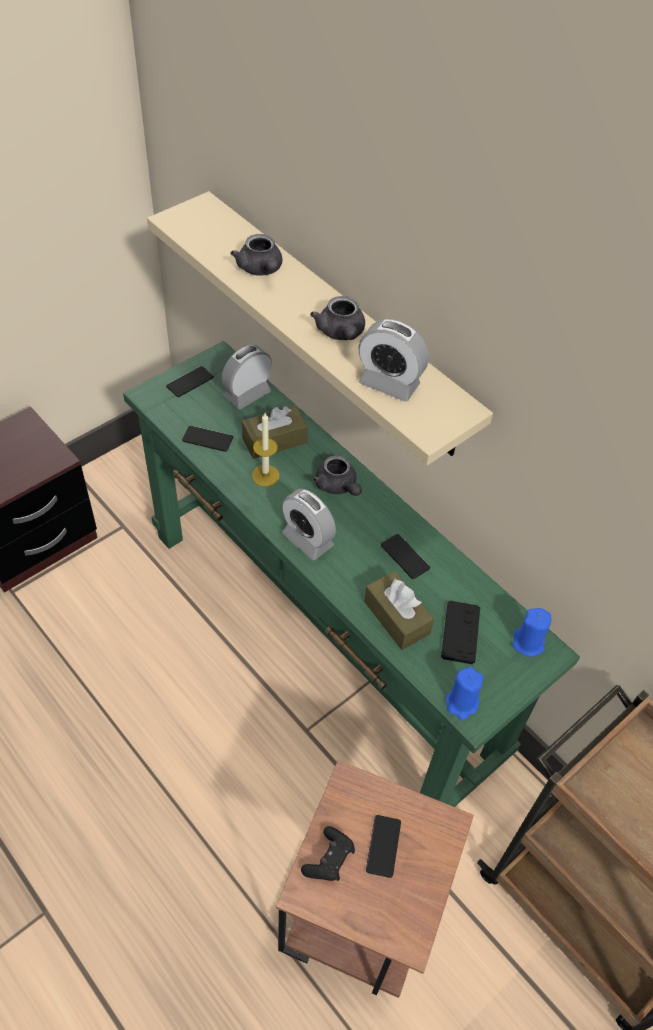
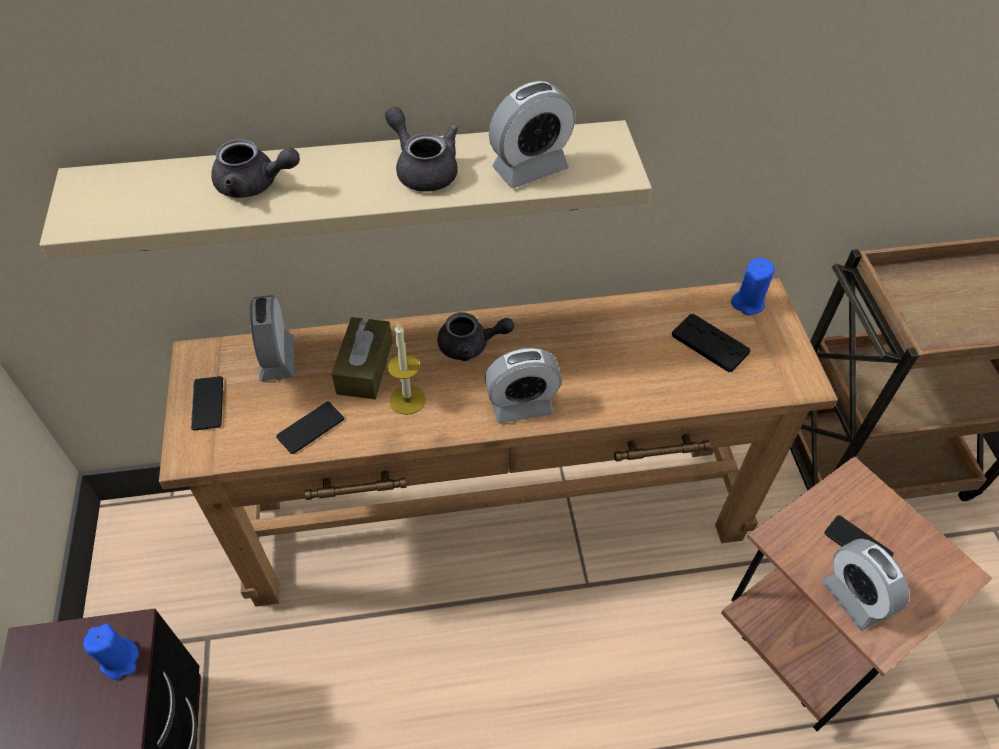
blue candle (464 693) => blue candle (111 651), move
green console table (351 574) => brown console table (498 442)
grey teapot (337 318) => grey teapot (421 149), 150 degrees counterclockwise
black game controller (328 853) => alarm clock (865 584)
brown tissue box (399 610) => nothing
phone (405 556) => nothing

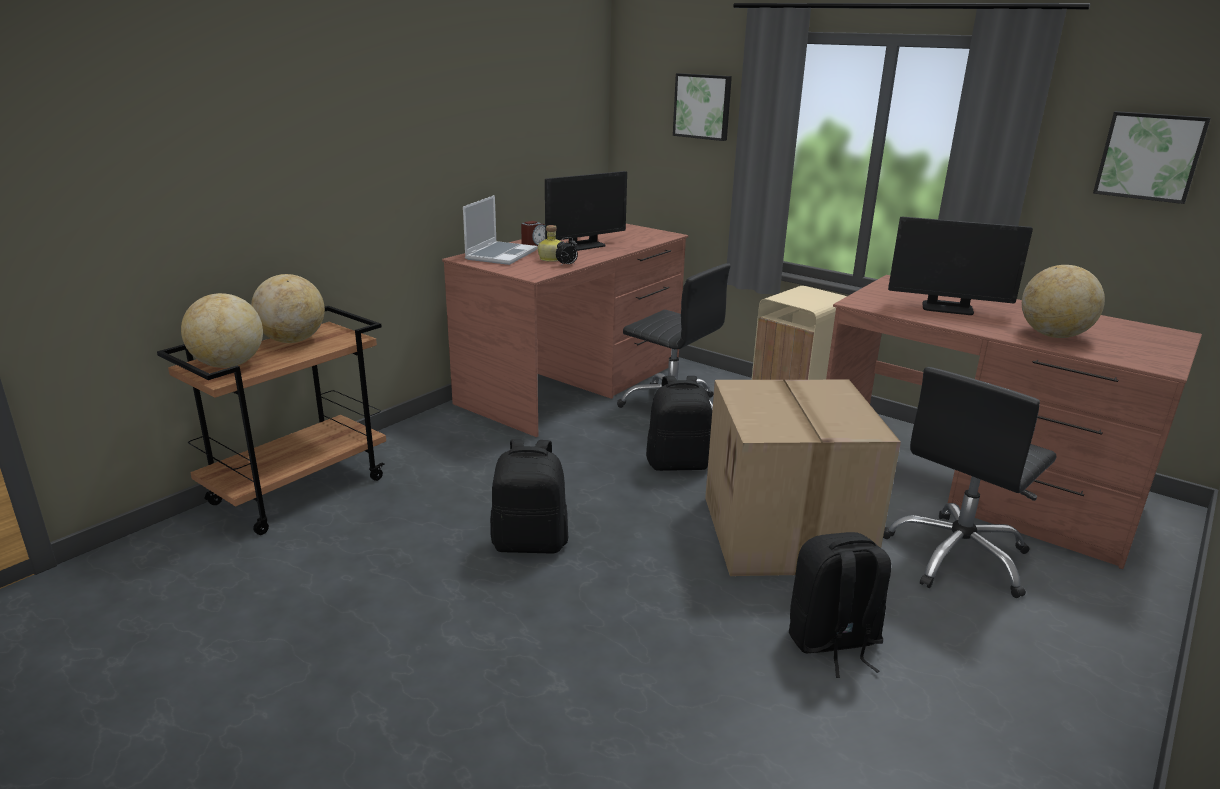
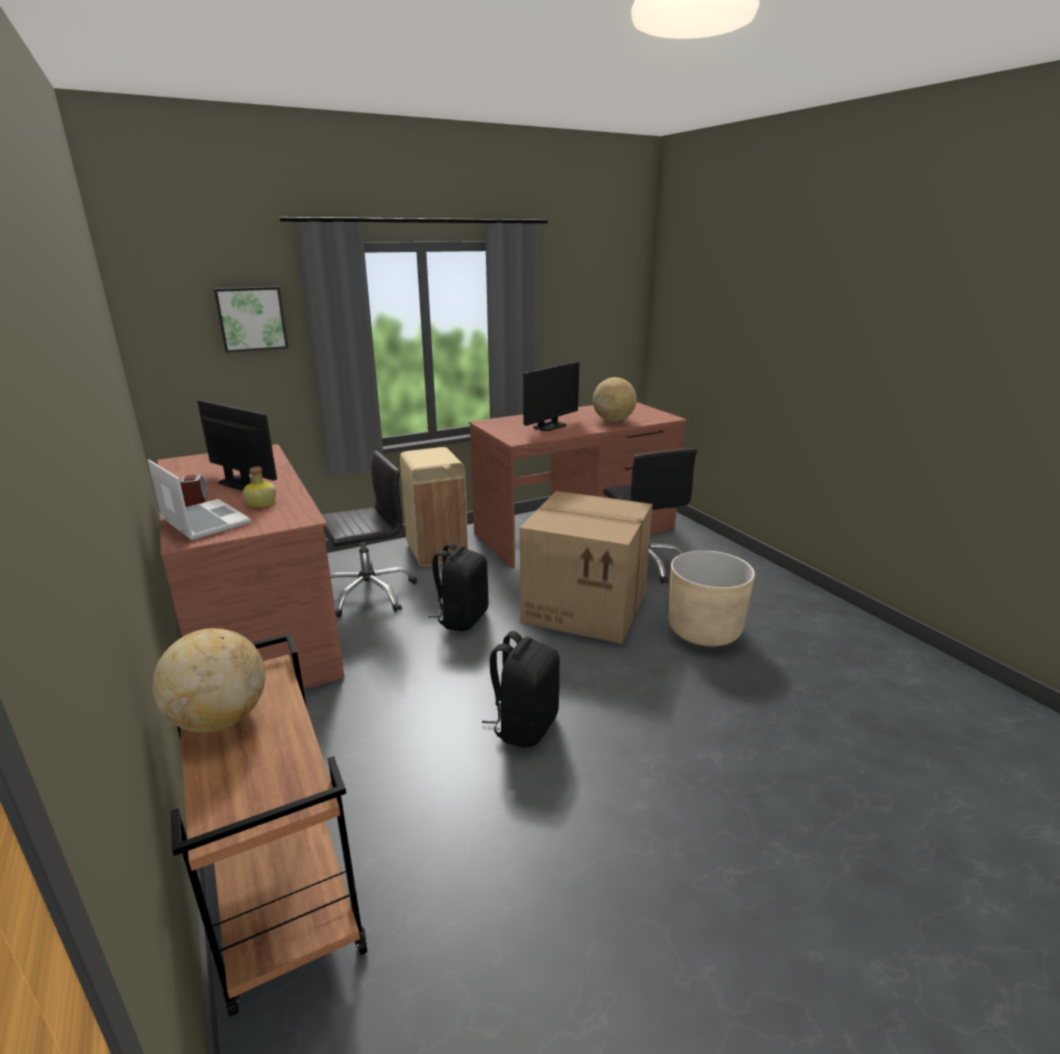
monitor (586 211) => monitor (237 445), 45 degrees counterclockwise
black backpack (840 605) => beige planter (712 598)
globe (222 330) => nothing
alarm clock (567 251) => nothing
picture (1152 157) => nothing

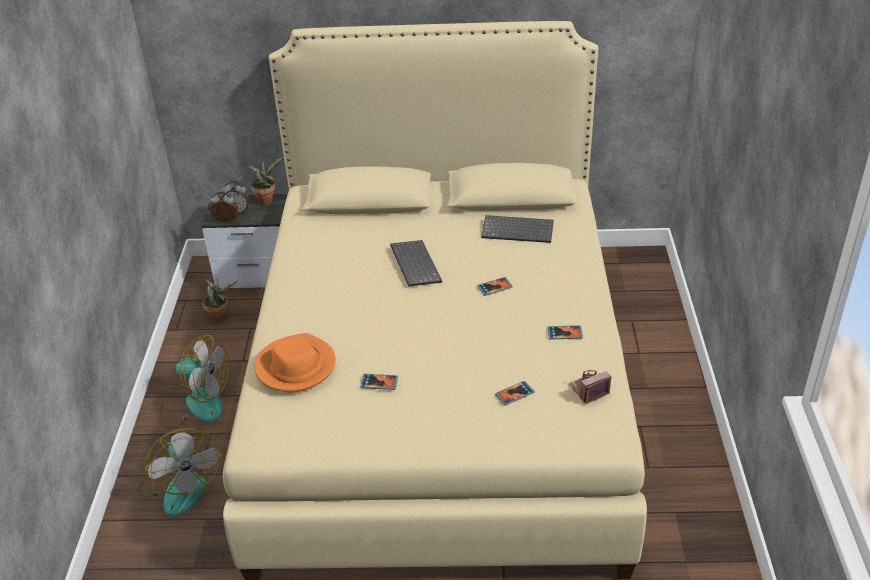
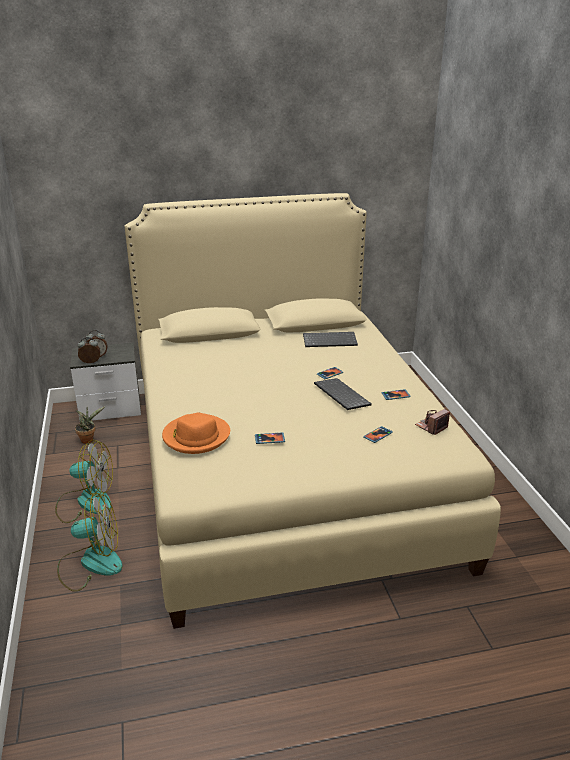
fan (179 472) => fan (90 542), 60 degrees counterclockwise
keyboard (416 263) => keyboard (343 394), move
potted plant (265 180) => nothing

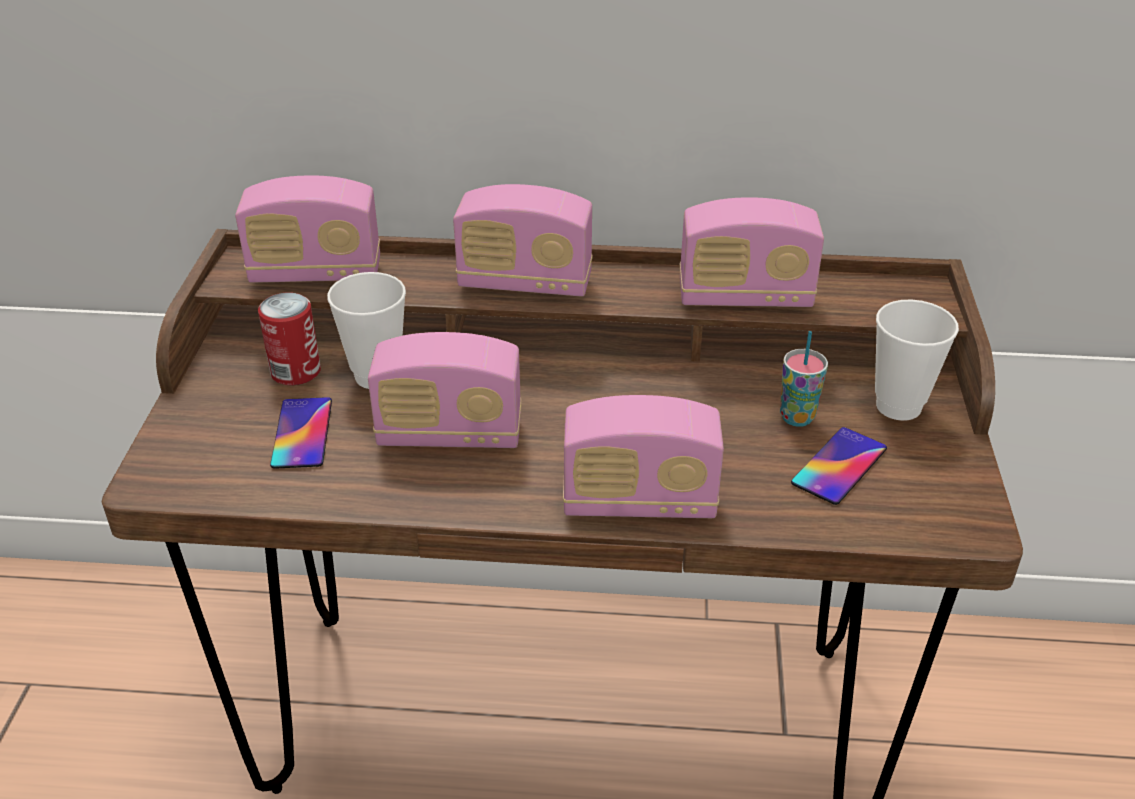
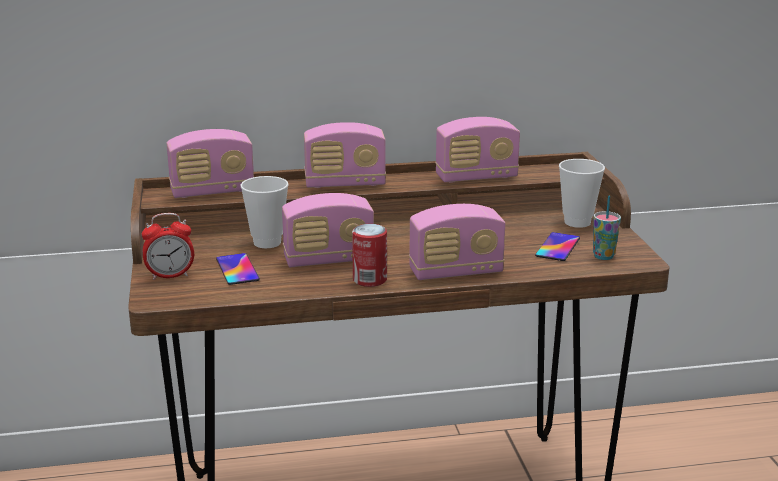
nothing => alarm clock (168 246)
can (289 338) => can (369 255), move
cup (804 379) => cup (607 228), move

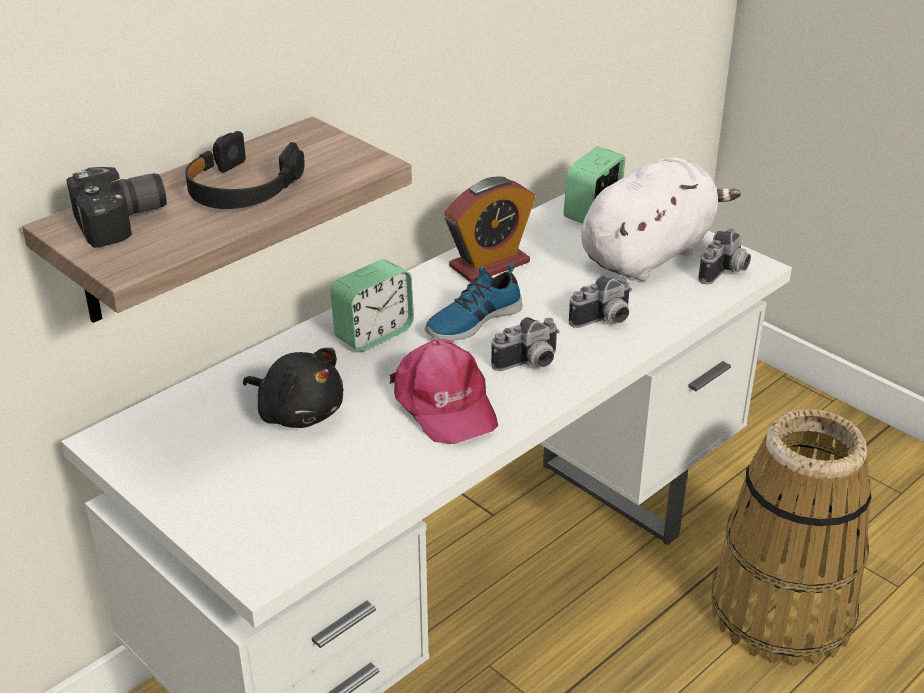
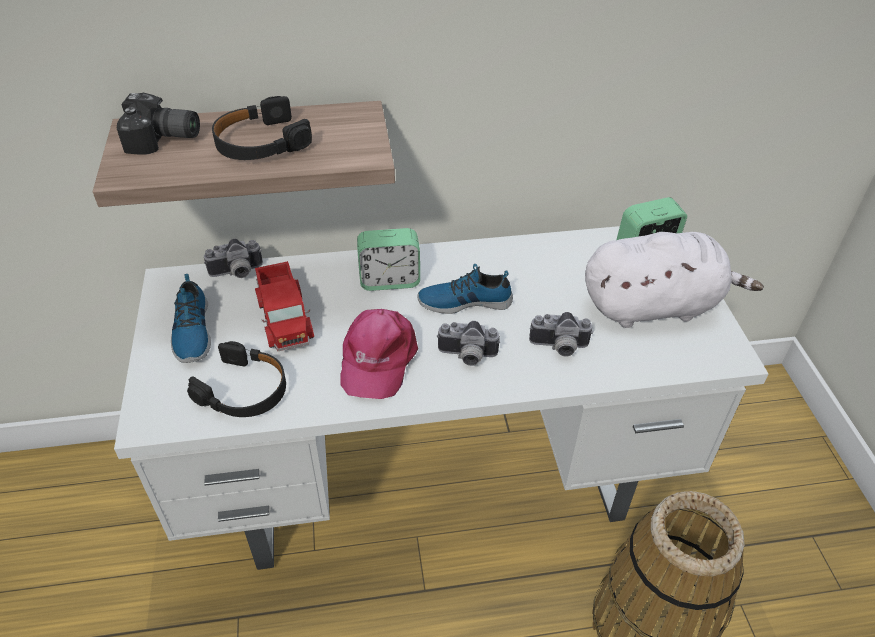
nothing => shoe (191 318)
nothing => black headphones (236 379)
photo camera (724 256) => photo camera (233 258), move
black plush toy (293 388) => toy truck (284 306)
alarm clock (490 229) => nothing

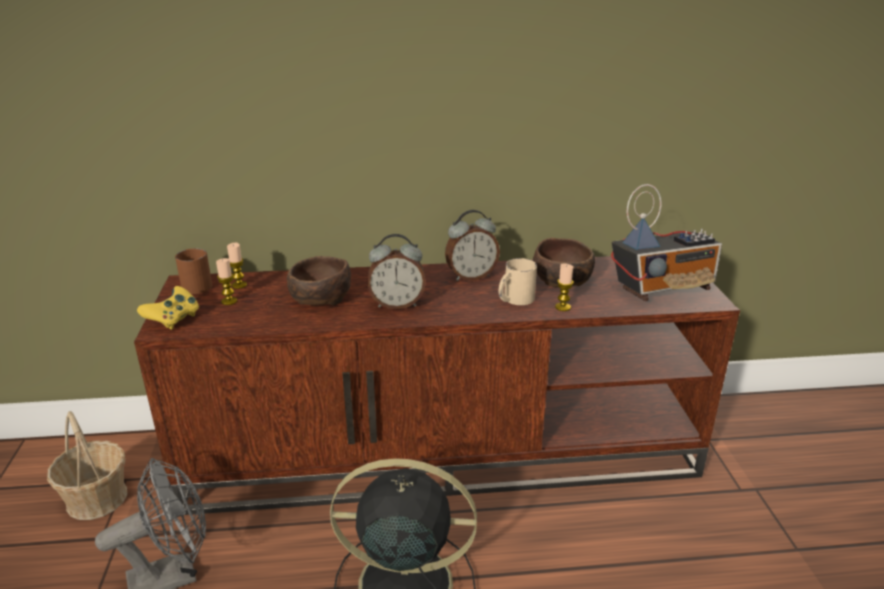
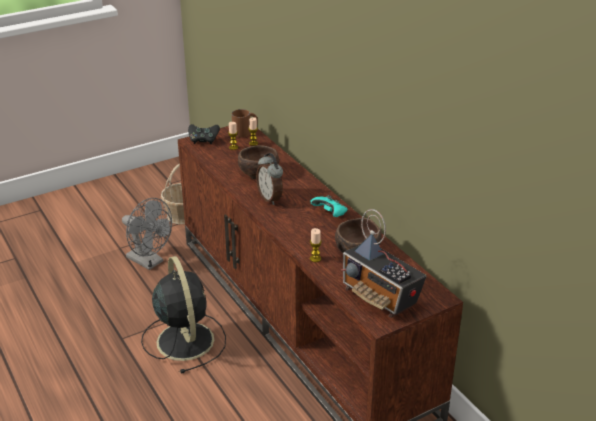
yellow game controller (168 308) => black game controller (204 134)
alarm clock (472 245) => turquoise game controller (329 206)
beige mug (518 281) => nothing

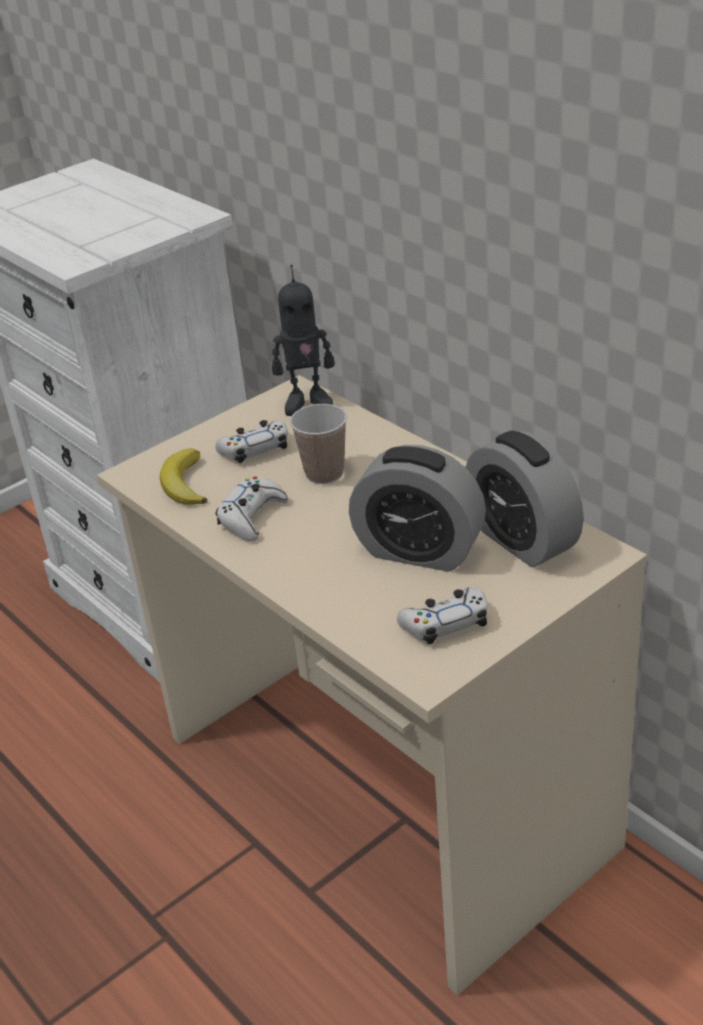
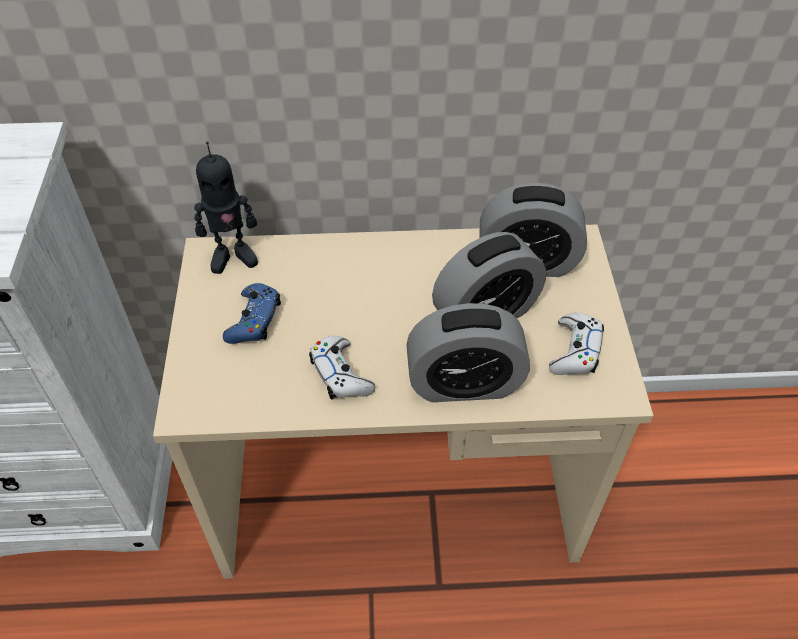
toy robot (303 340) => toy robot (226 207), 45 degrees clockwise
white game controller (251 441) => blue game controller (252 313)
nothing => alarm clock (468 352)
banana (183 476) => nothing
cup (318 444) => nothing

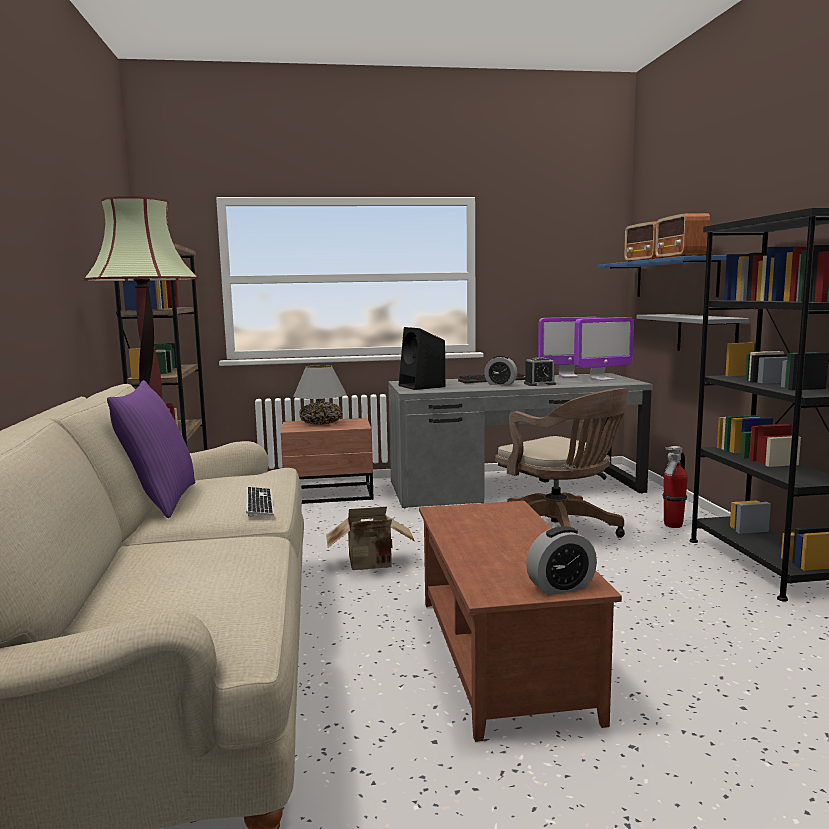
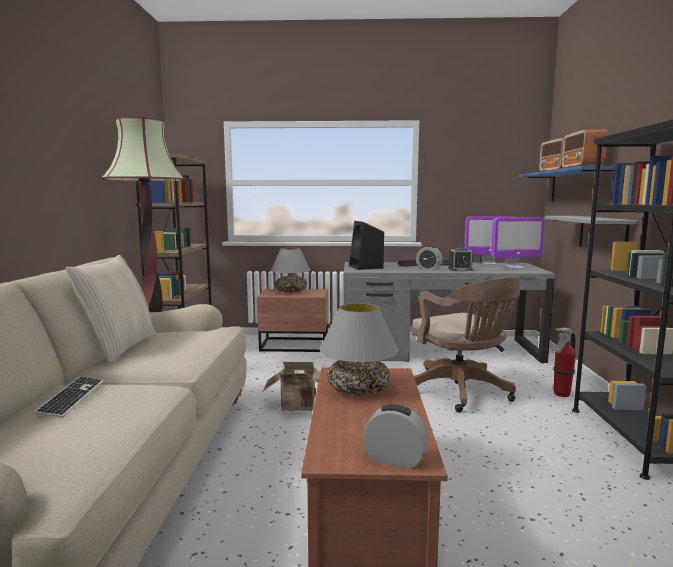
keyboard (260 502) => keyboard (69 397), move
purple pillow (151 449) => beige pillow (110 309)
nothing => grey table lamp (359 349)
alarm clock (561 560) => alarm clock (395 436), 150 degrees counterclockwise

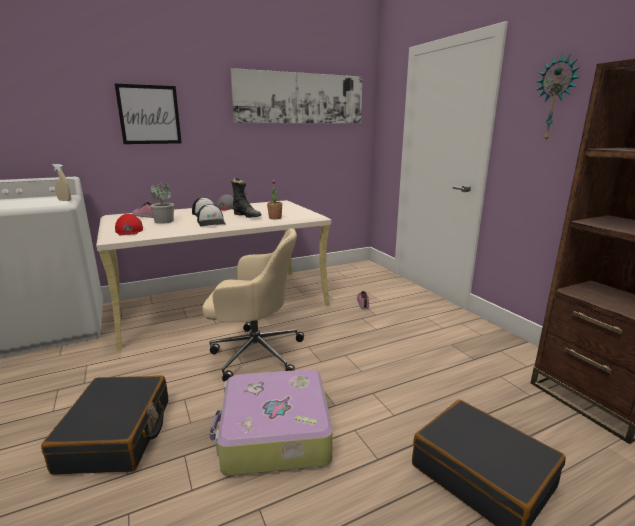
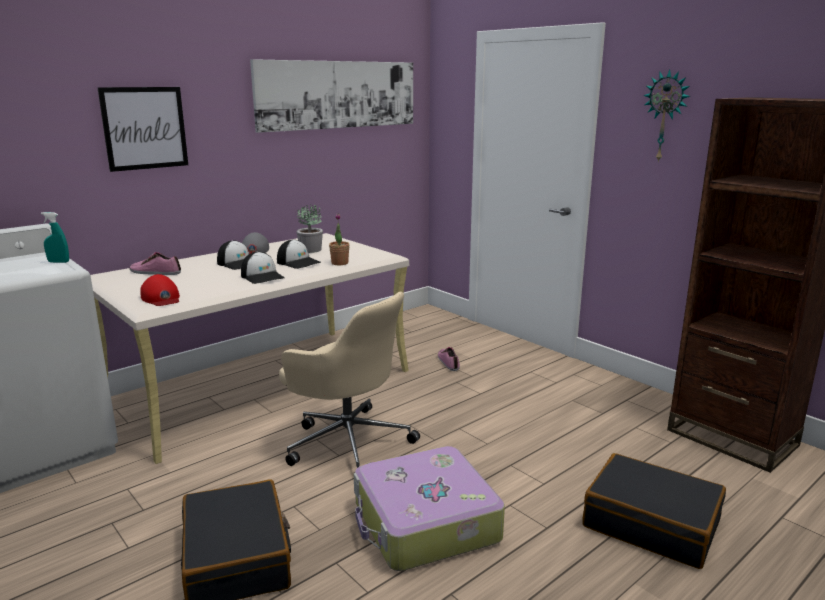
beige spray bottle (61 182) => turquoise spray bottle (55 237)
black boot (246 198) => cap (299 254)
beige office chair (253 305) => beige office chair (349 380), 45 degrees clockwise
potted plant (162 203) => potted plant (310 228), move

